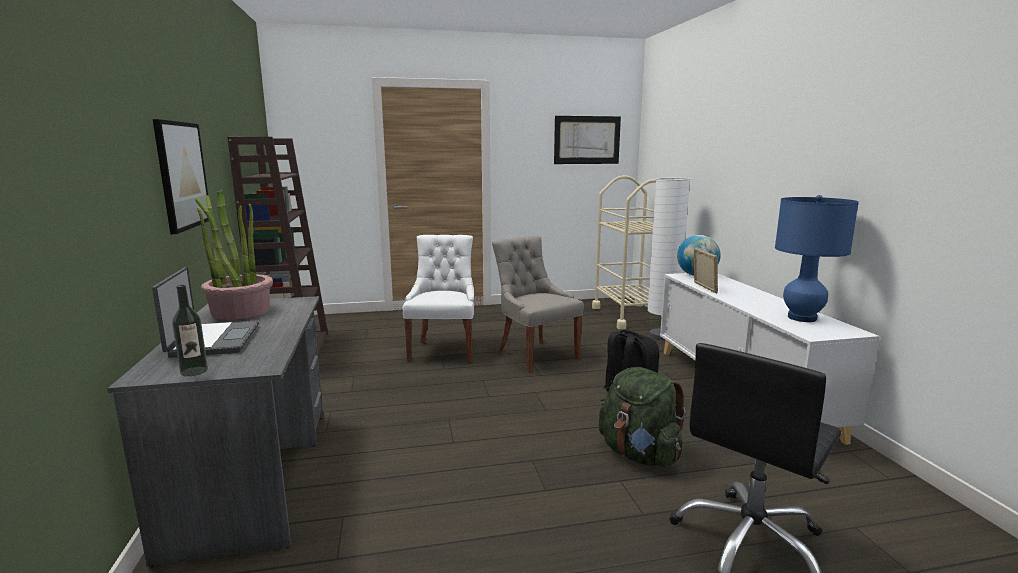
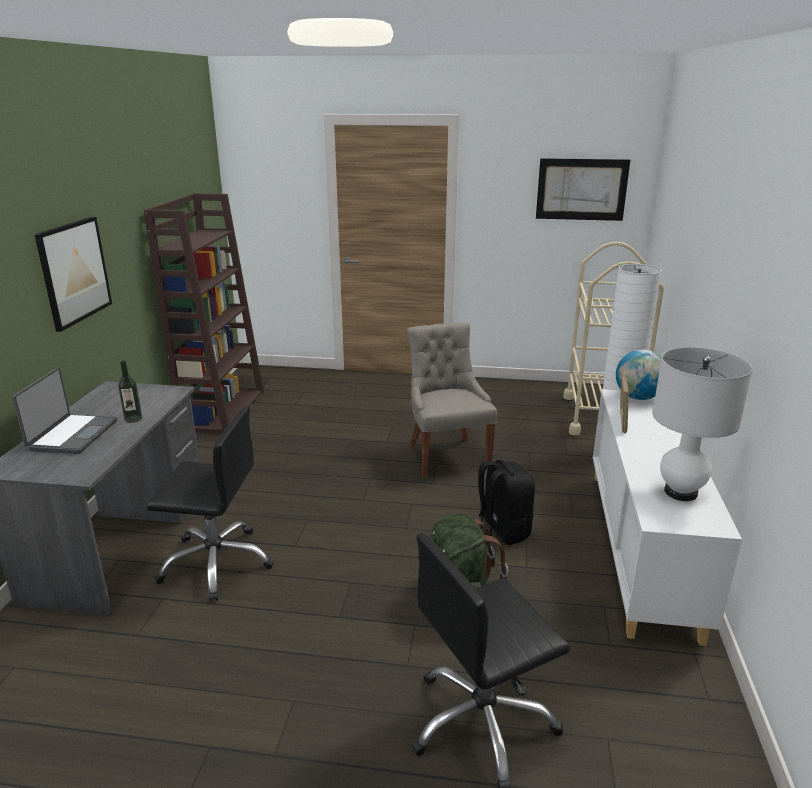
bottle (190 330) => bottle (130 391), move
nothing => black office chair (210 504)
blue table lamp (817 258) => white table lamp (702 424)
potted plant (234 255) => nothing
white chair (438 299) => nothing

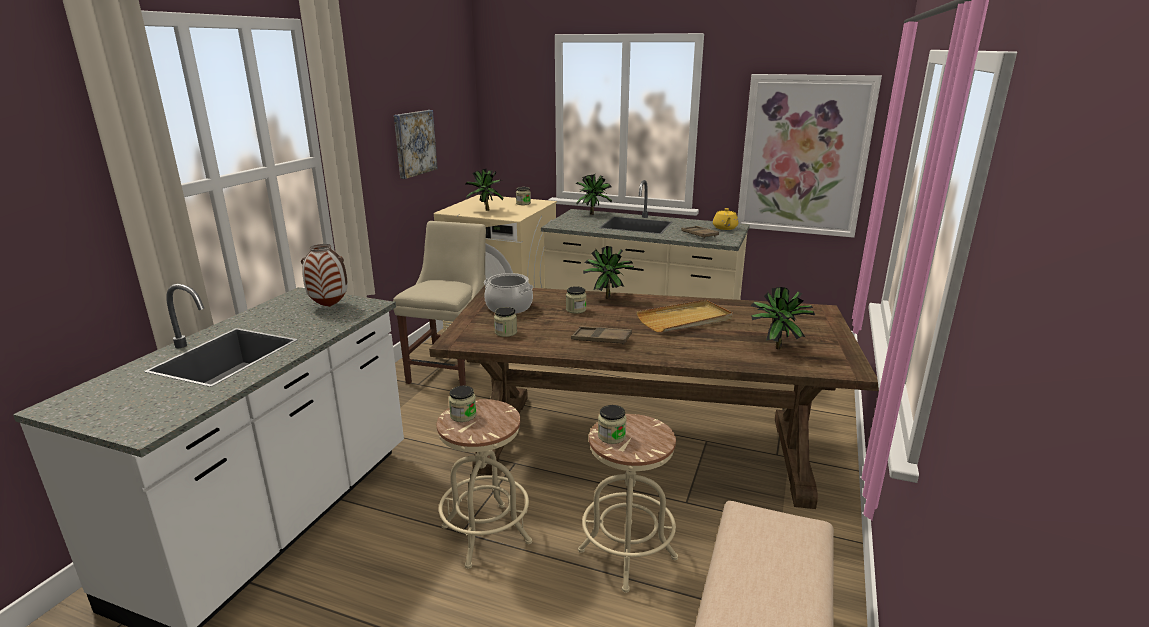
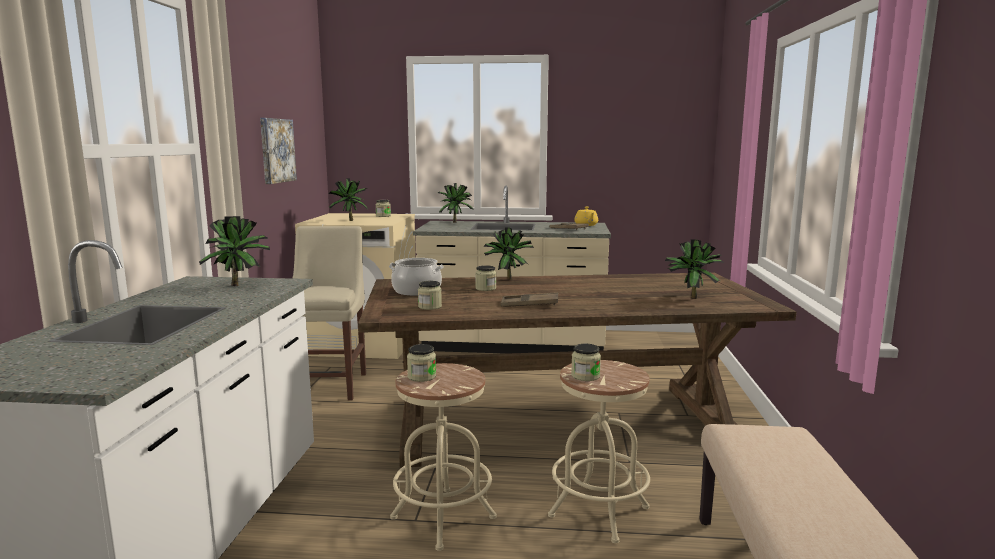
vase (324 275) => potted plant (234 251)
beige tray (684 316) => nothing
picture (809 156) => nothing

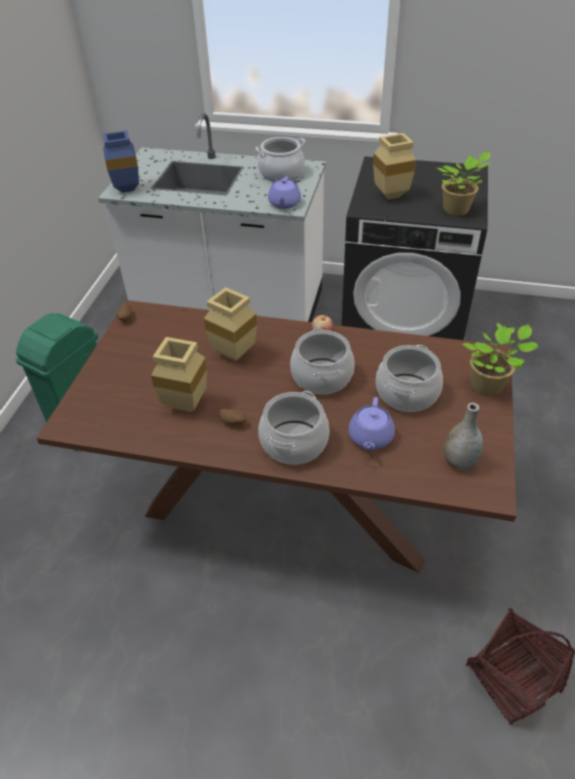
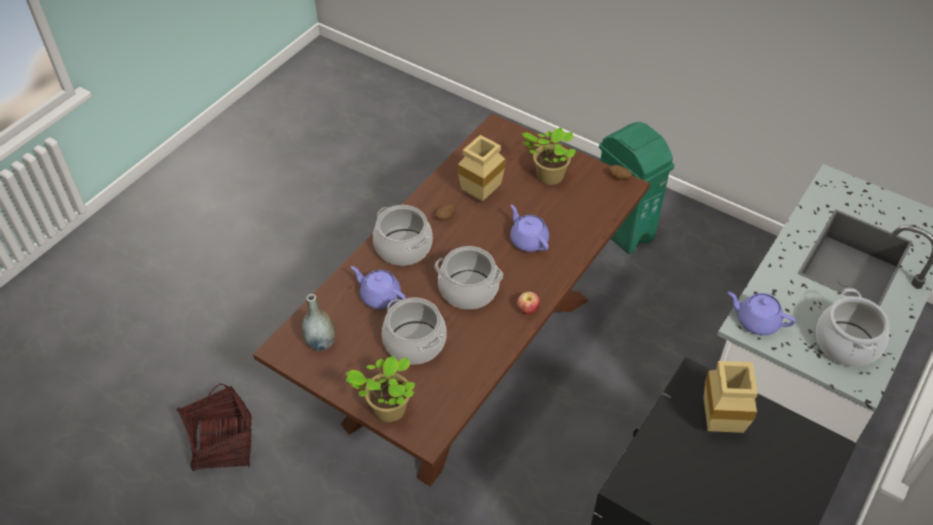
beige vase (230 324) => purple teapot (529 228)
potted plant (464 183) => potted plant (548 156), move
blue vase (121 161) => nothing

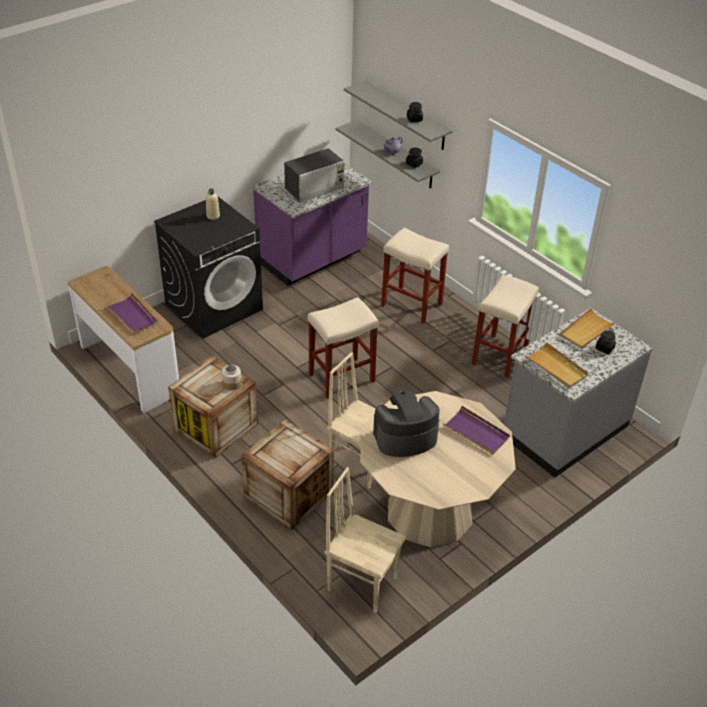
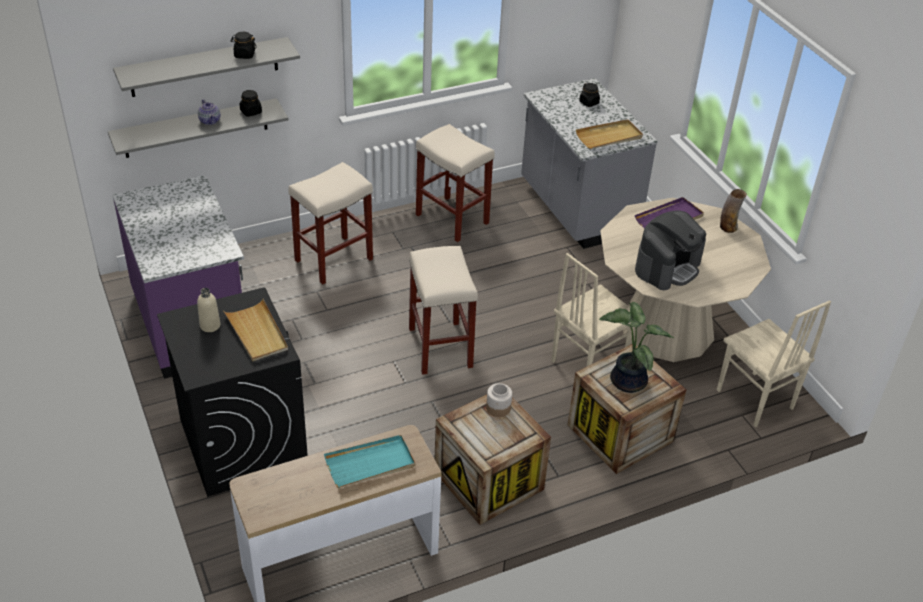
beige tray (588 328) => beige tray (256 330), move
purple tray (132 313) => turquoise tray (369 461)
nothing => potted plant (636 347)
coffee machine (406 423) => coffee machine (670 250), 135 degrees counterclockwise
beige chair (365 540) => beige chair (774 363), 75 degrees counterclockwise
nothing => vase (733 211)
microwave (314 175) => nothing

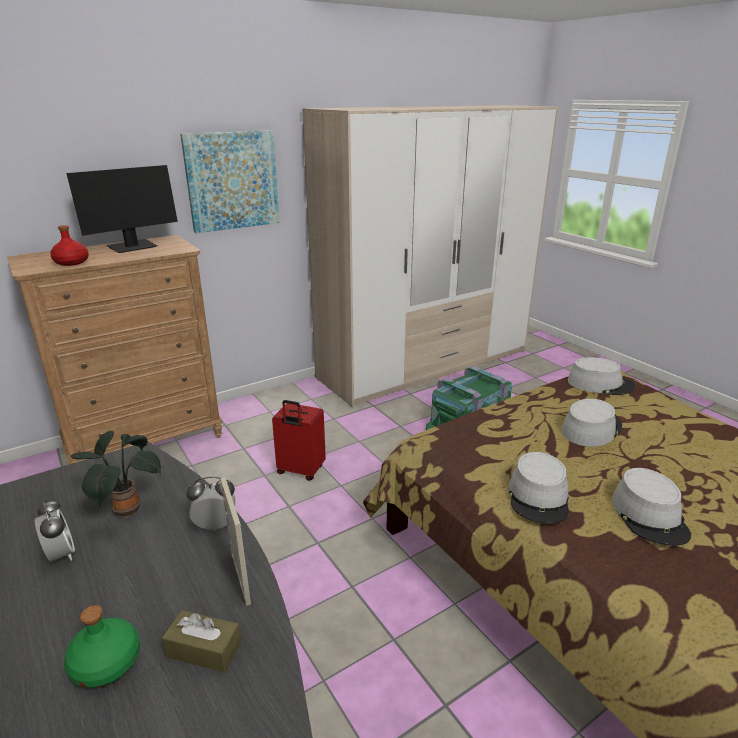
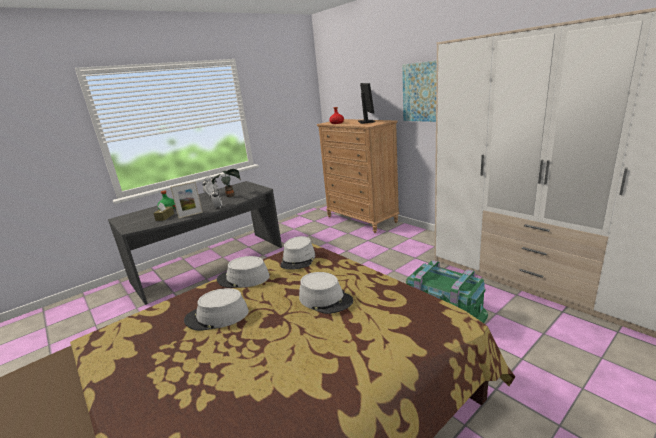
grey hat (601 376) => grey hat (298 253), move
monitor (122 209) => monitor (367 103), 135 degrees counterclockwise
red suitcase (299 440) => nothing

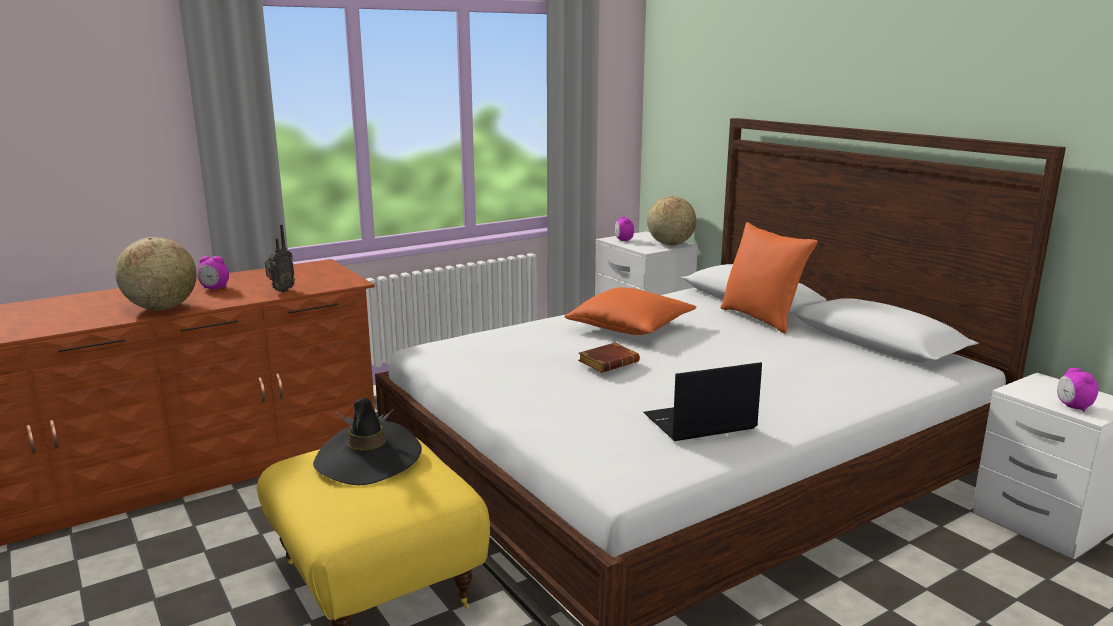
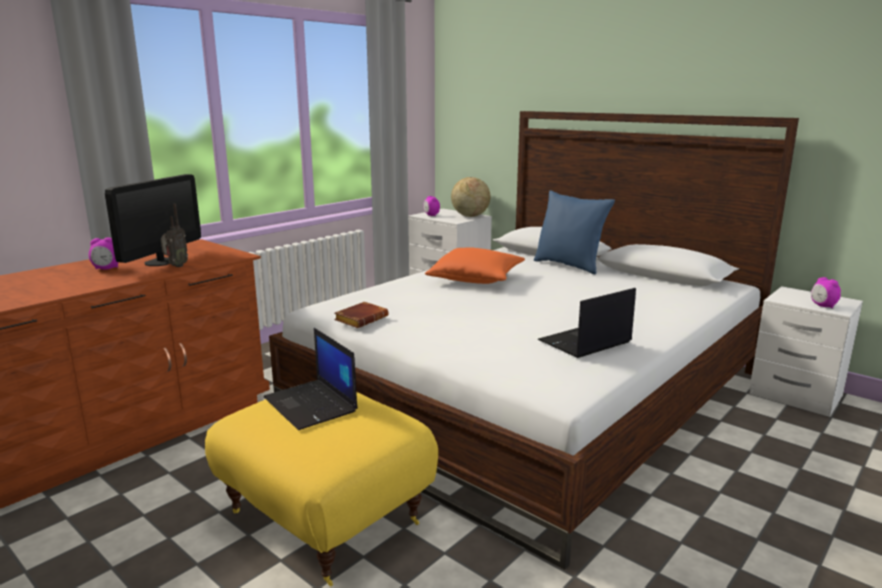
nothing => monitor (153 220)
black hat (367 441) => laptop (311 379)
brown book (609 357) => brown book (361 315), move
orange pillow (769 278) => blue pillow (574 232)
globe (156 273) => nothing

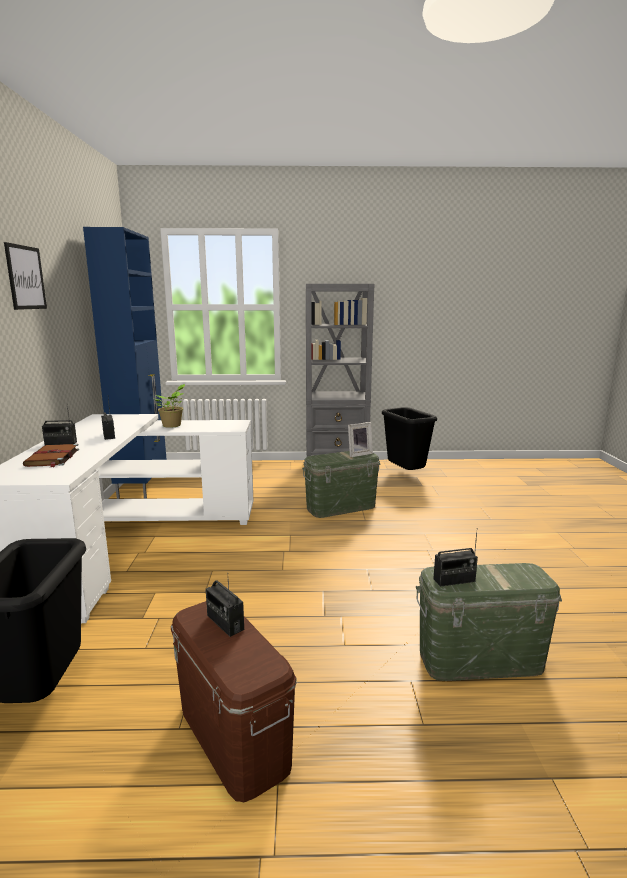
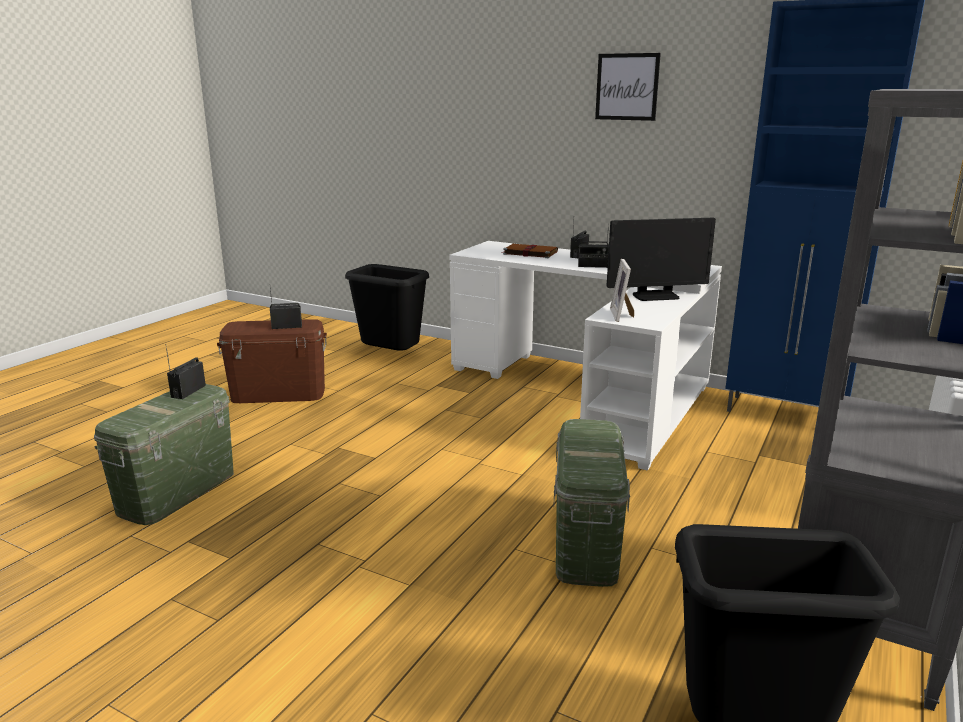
potted plant (170 406) => monitor (661 259)
picture frame (360 439) => picture frame (622 290), move

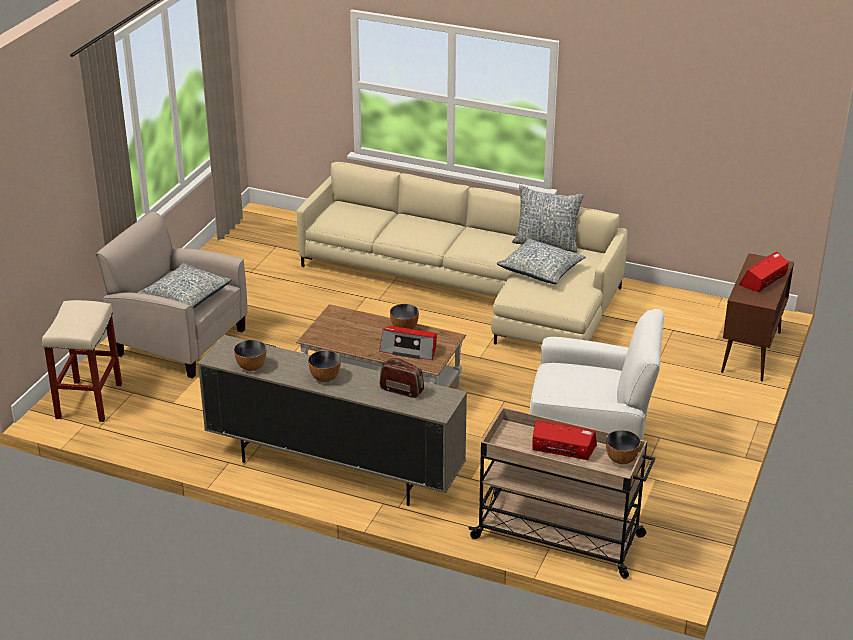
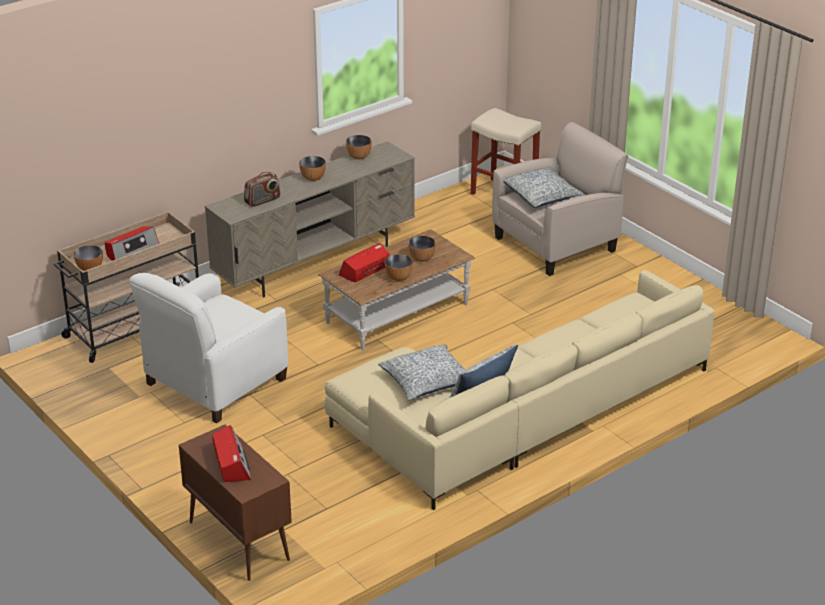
nothing => bowl (422 249)

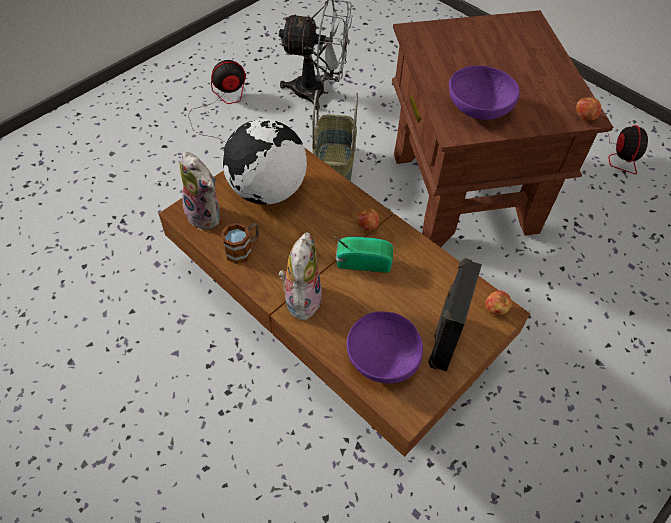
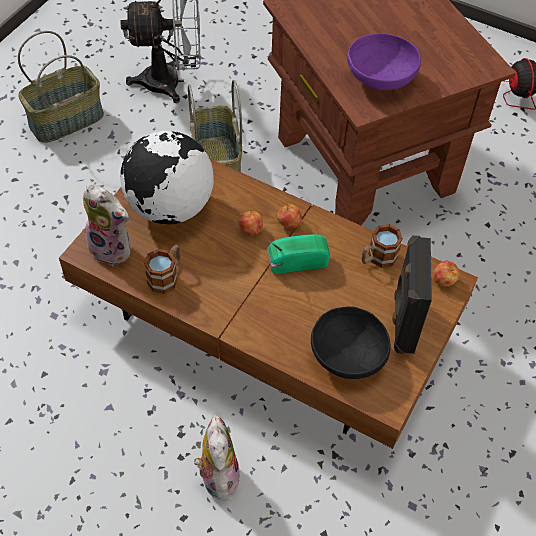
fan (217 101) => basket (61 87)
plush toy (300 276) => plush toy (217 457), move
apple (588 108) => apple (250 222), move
purple bowl (385 347) => black bowl (350 342)
nothing => mug (382 246)

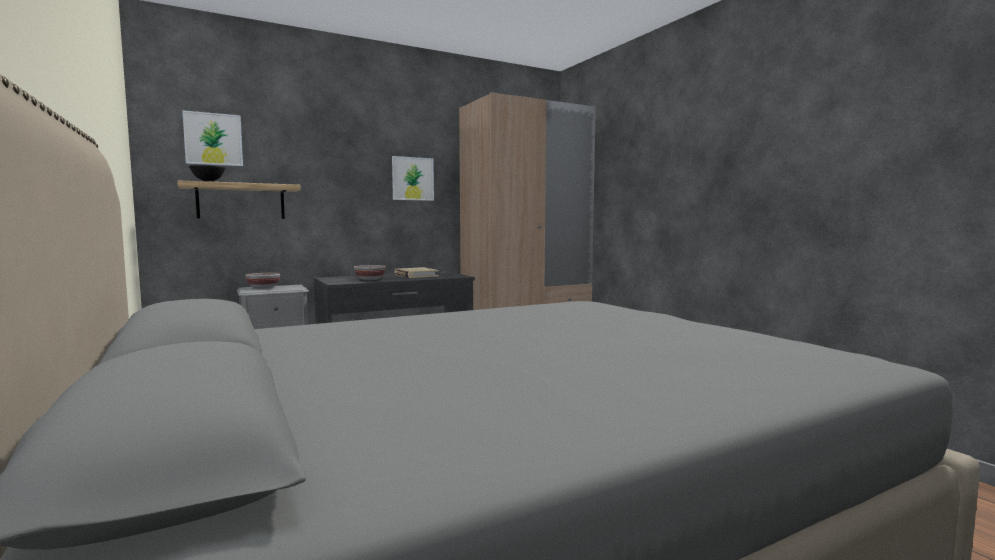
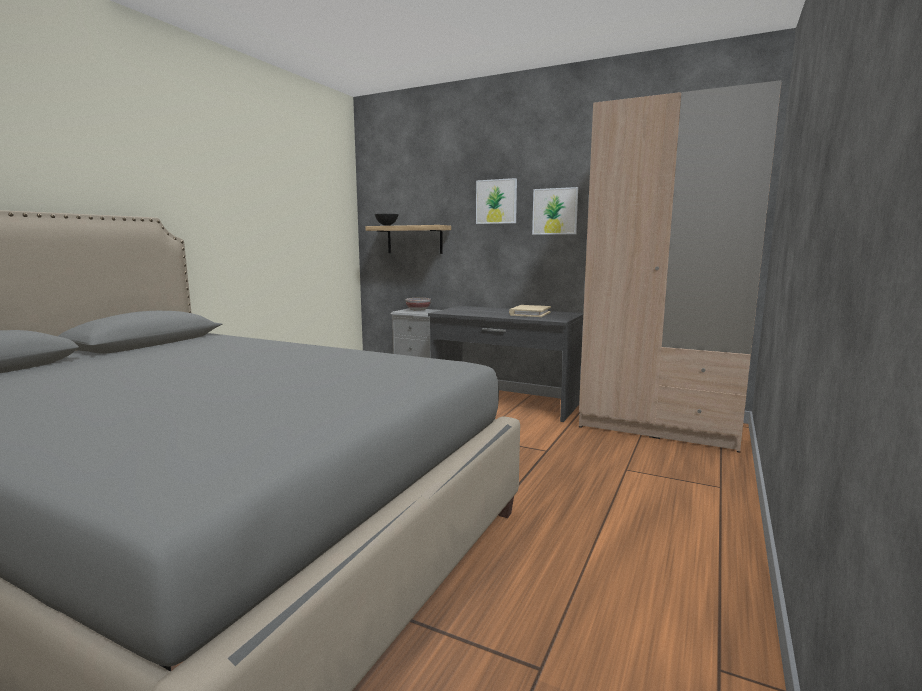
picture (212 138) => picture (496 201), move
bowl (370 272) => nothing

